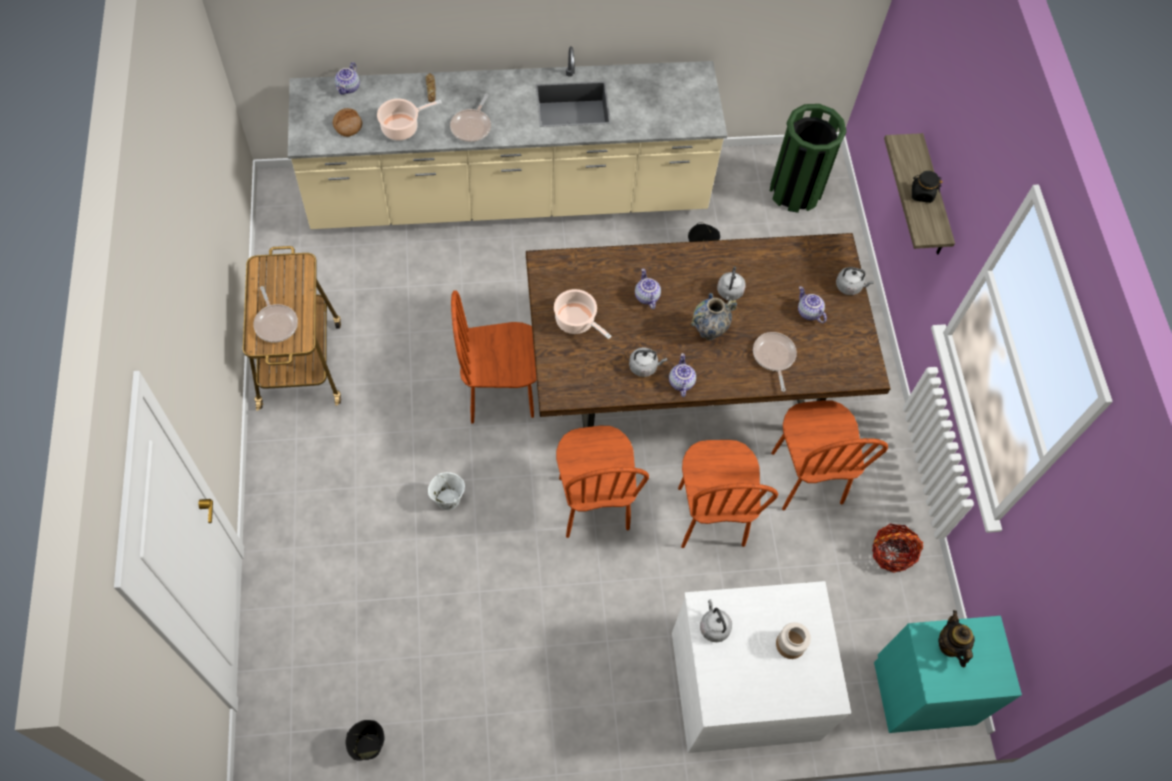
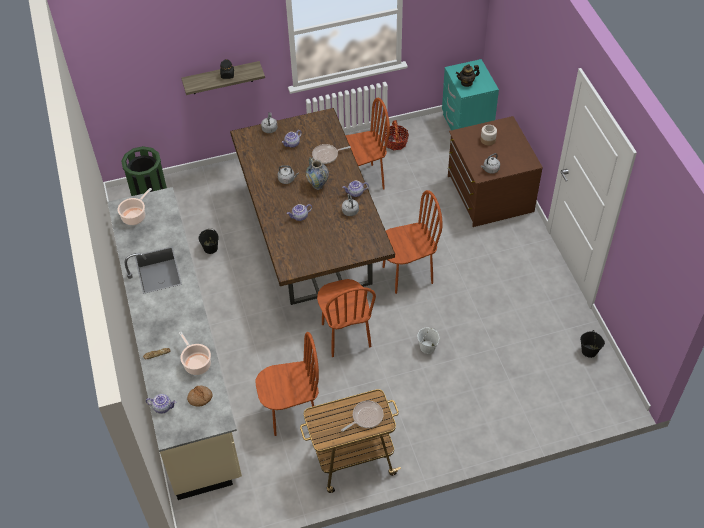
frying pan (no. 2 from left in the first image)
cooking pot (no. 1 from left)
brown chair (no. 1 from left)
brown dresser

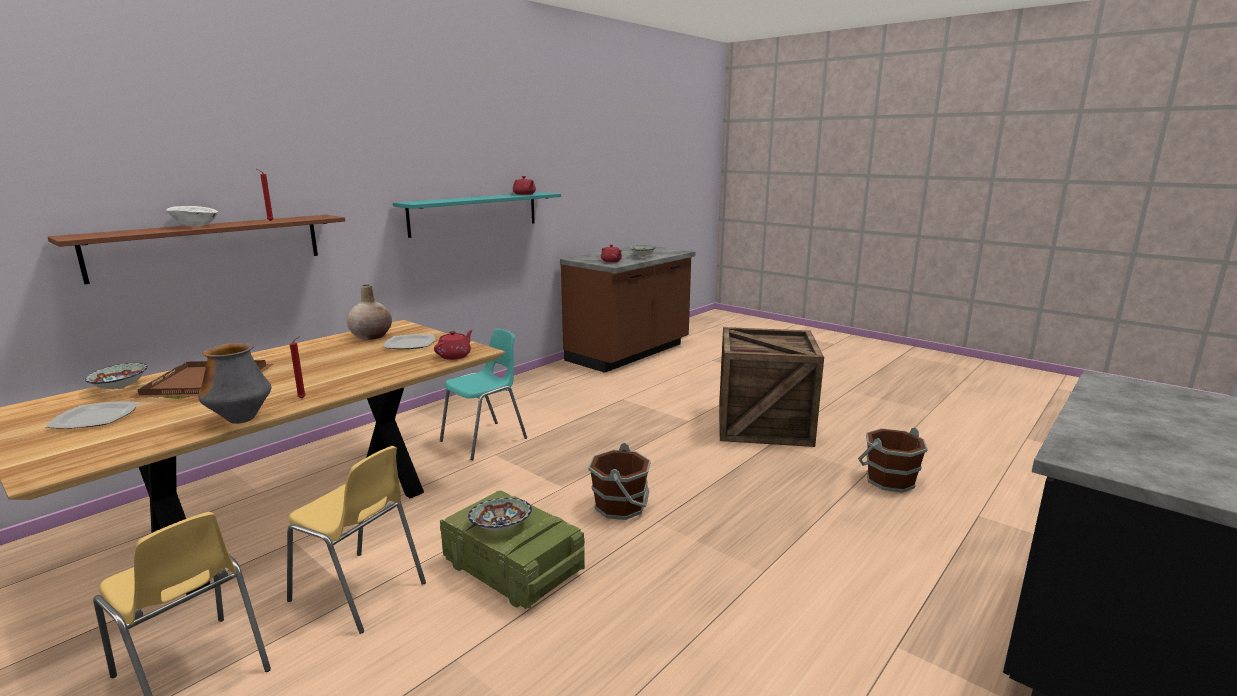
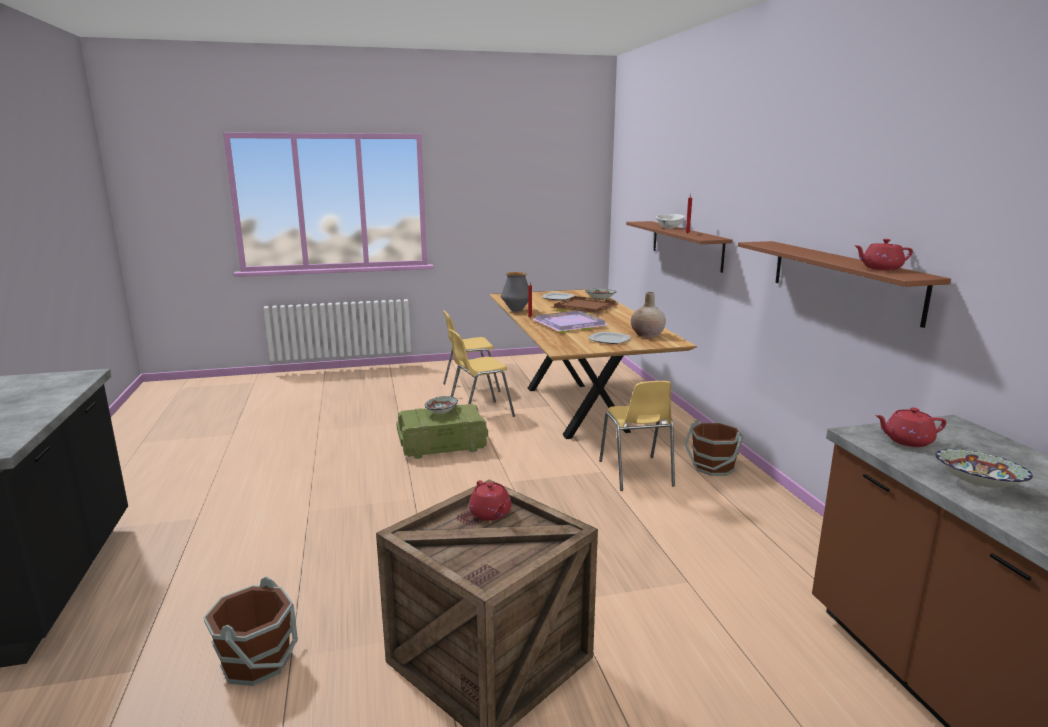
brown shelf (no. 2 from left)
yellow chair (no. 3 from left)
red teapot (no. 1 from left)
brown bucket (no. 2 from left)
purple tray

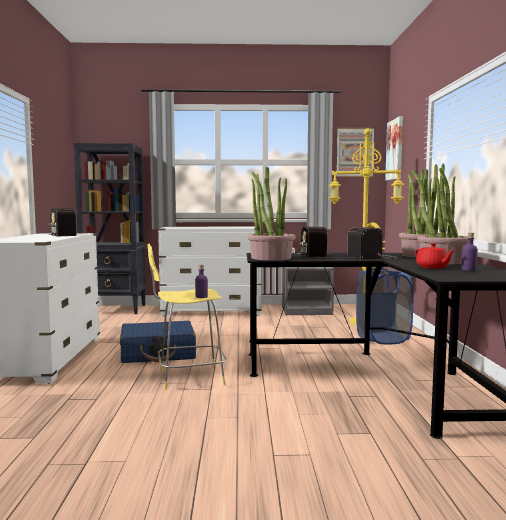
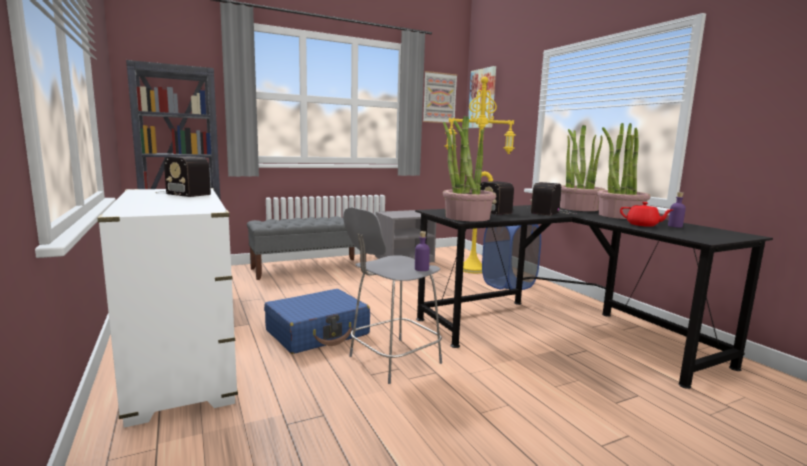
grey bench
grey stool

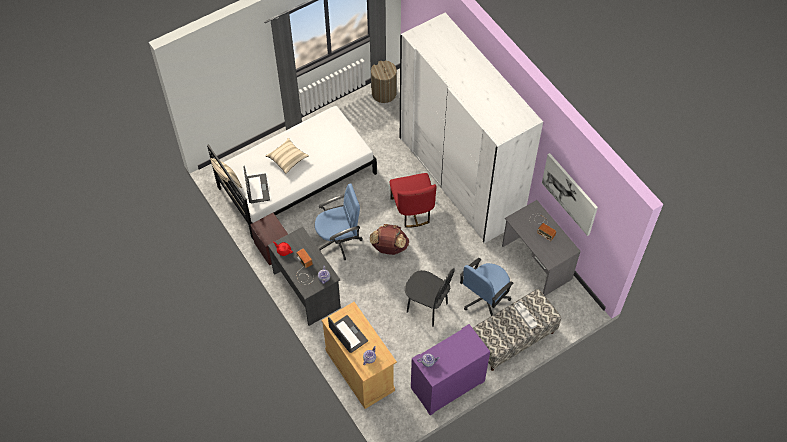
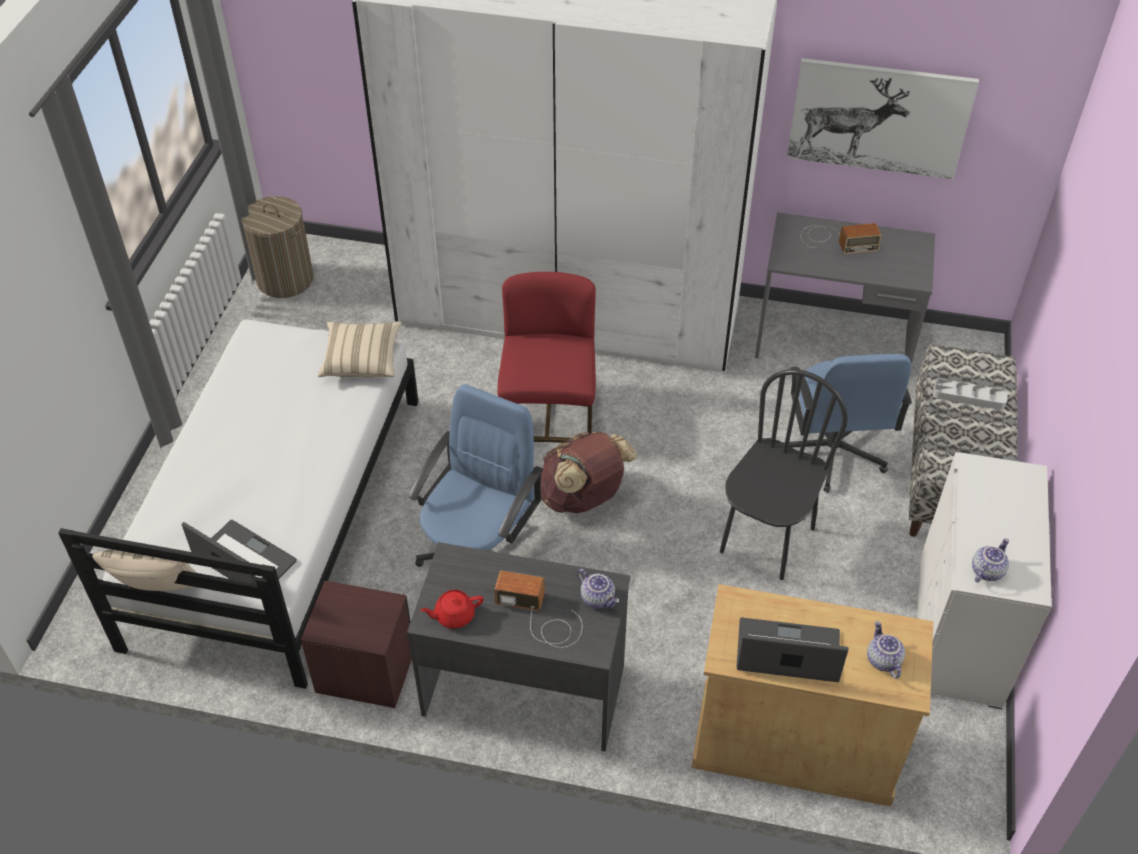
beige pillow (no. 2 from left)
red chair
black chair
white dresser

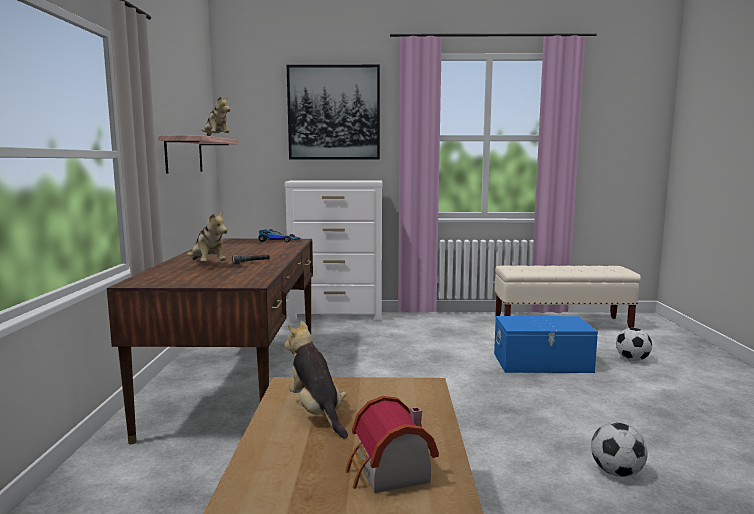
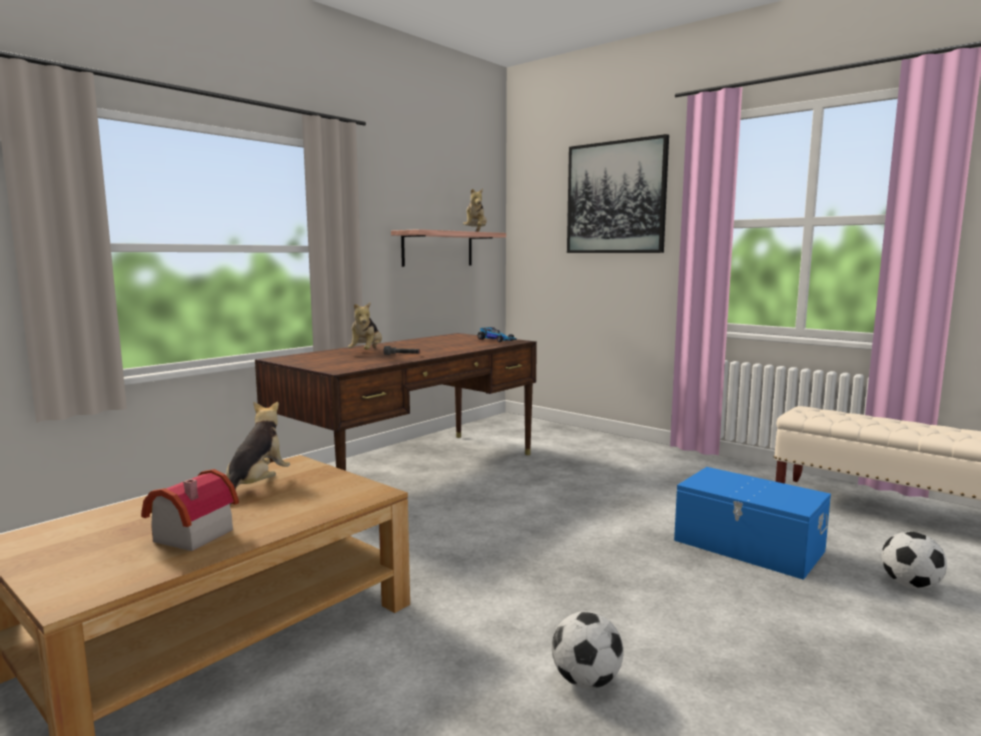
white dresser

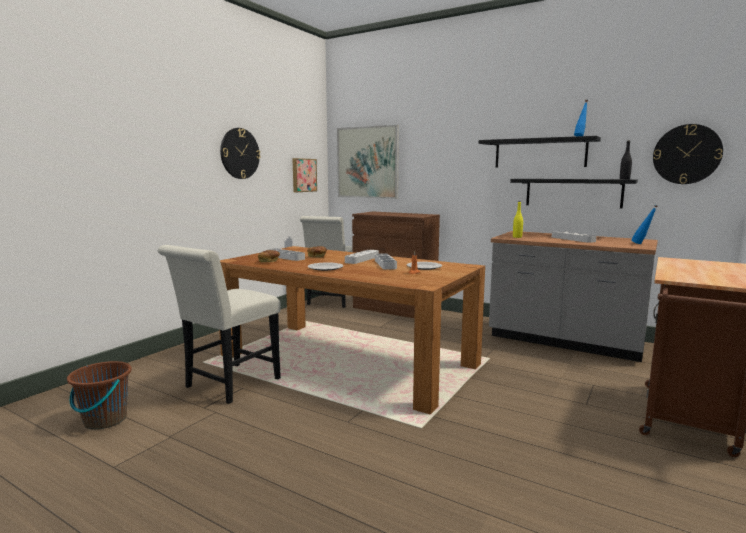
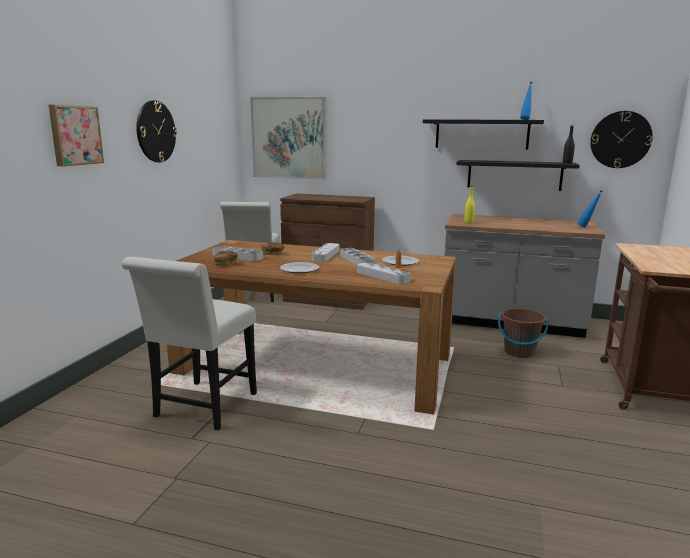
picture (no. 1 from left)
grey tray (no. 4 from left)
brown bucket

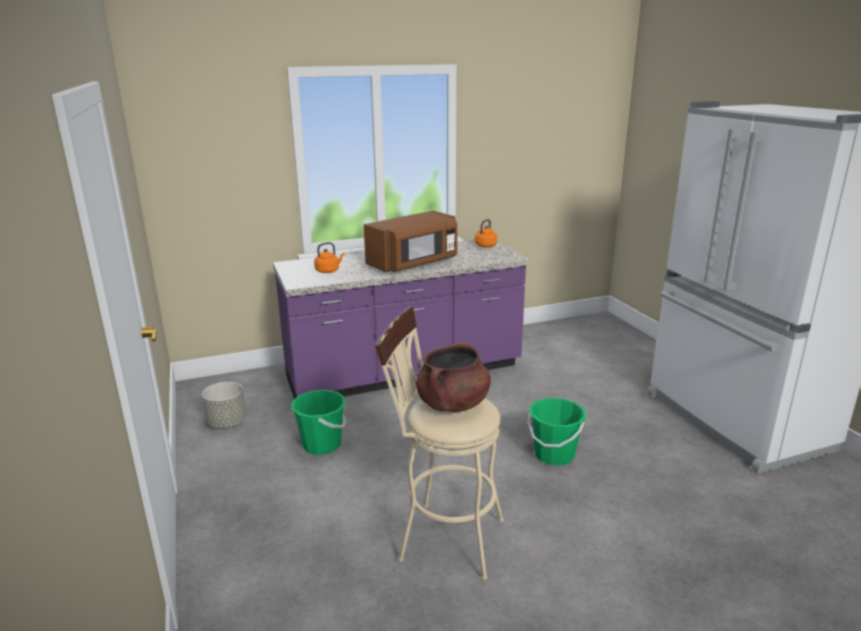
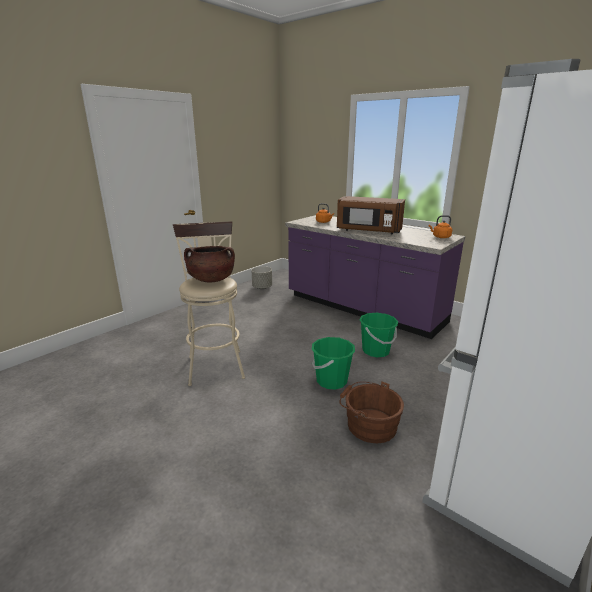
green bucket (no. 2 from left)
brown bucket

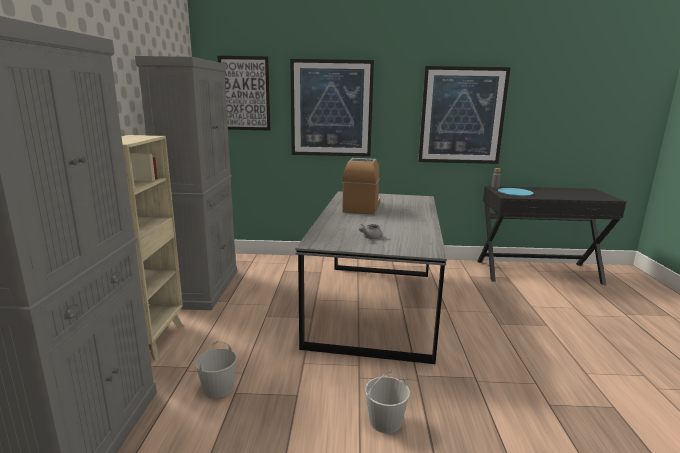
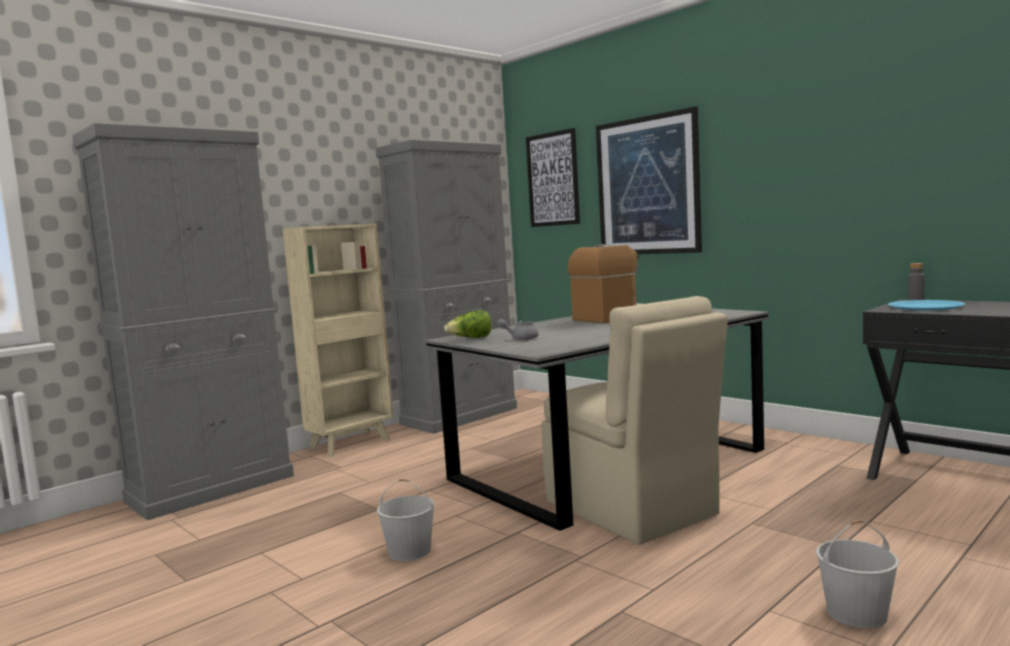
picture (no. 3 from left in the first image)
white bucket (no. 2 from left)
beige chair
lettuce

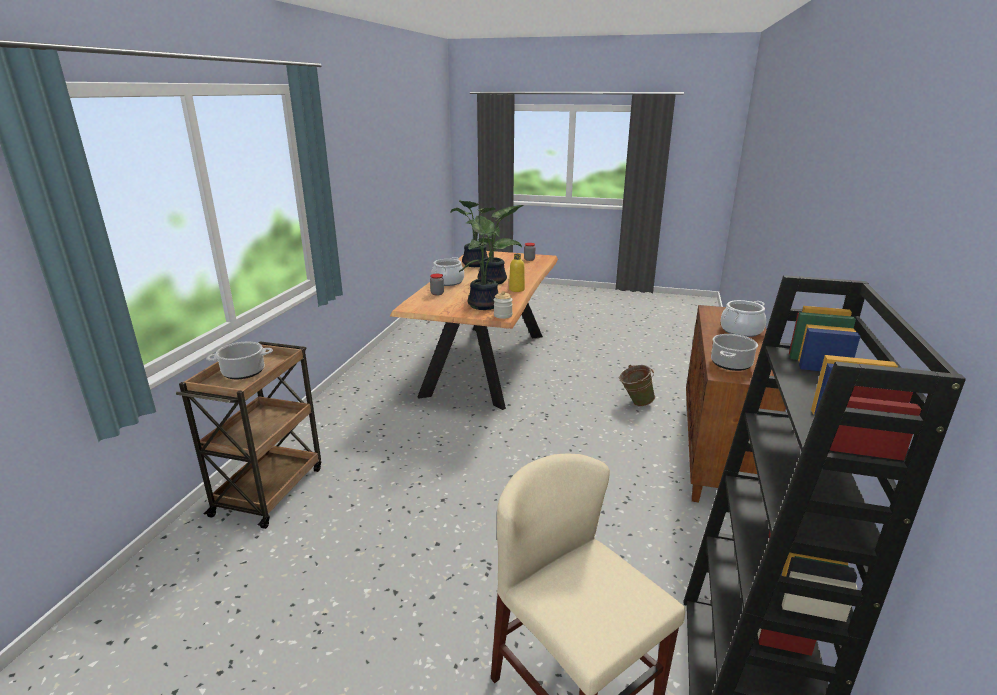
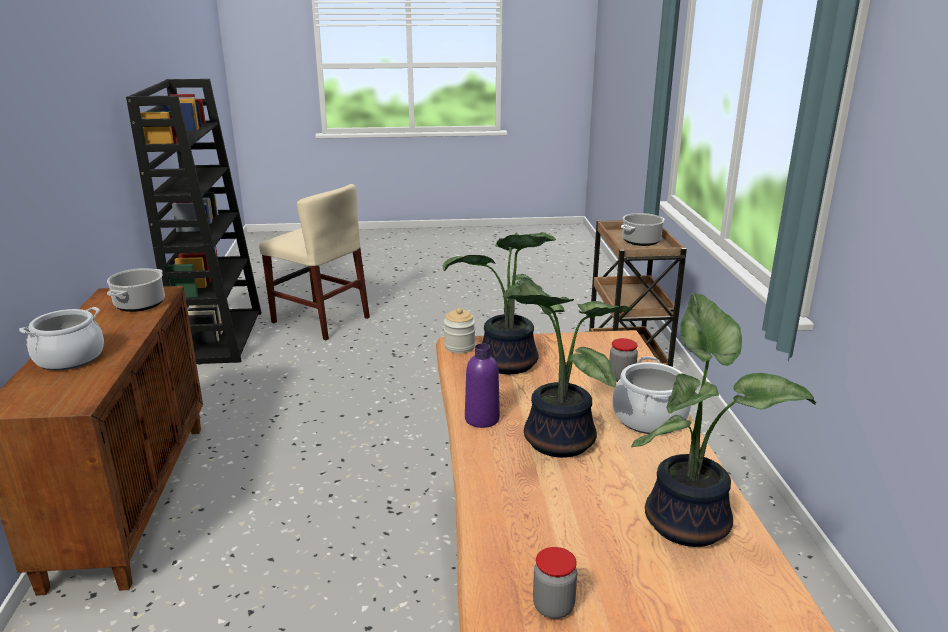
purple bottle
green bucket

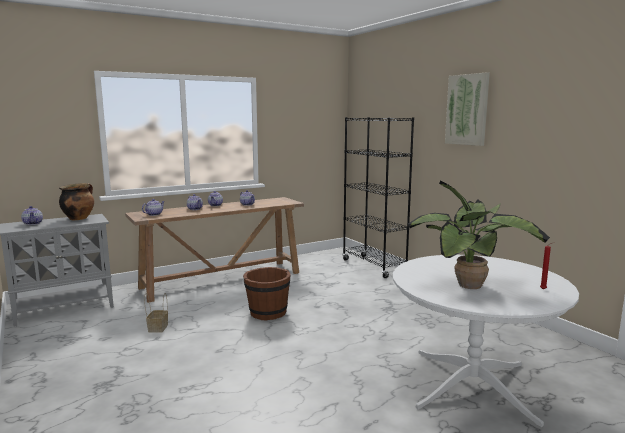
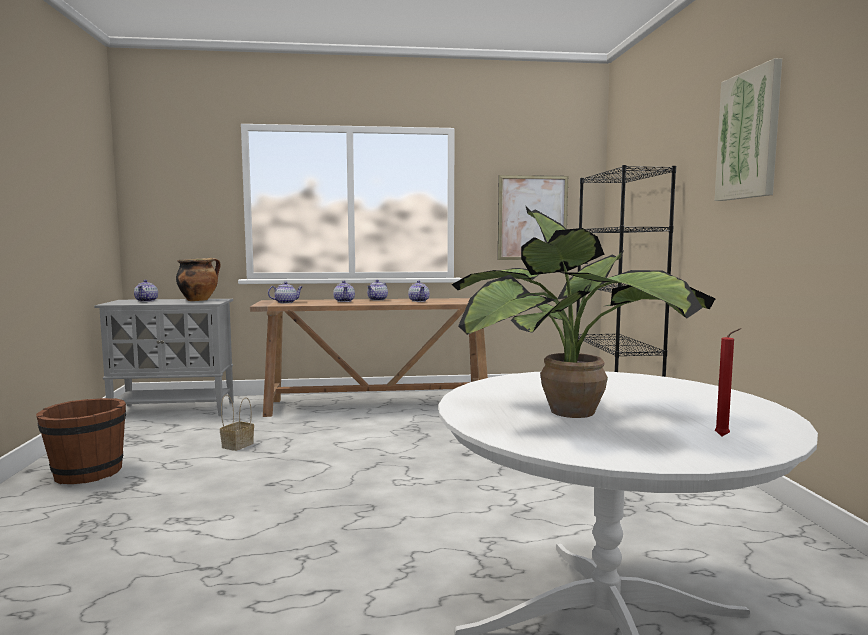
brown bucket
picture (no. 1 from left)

